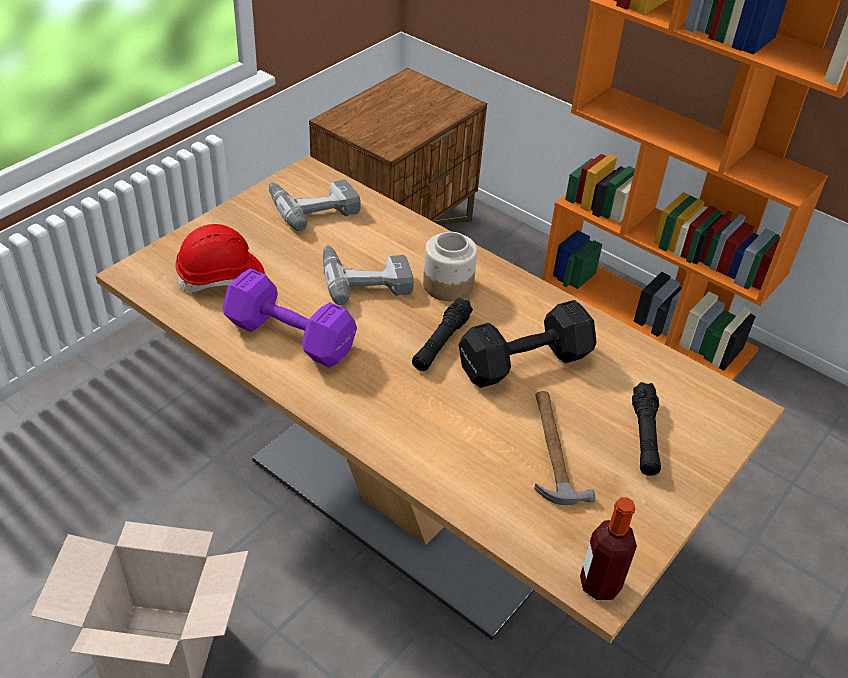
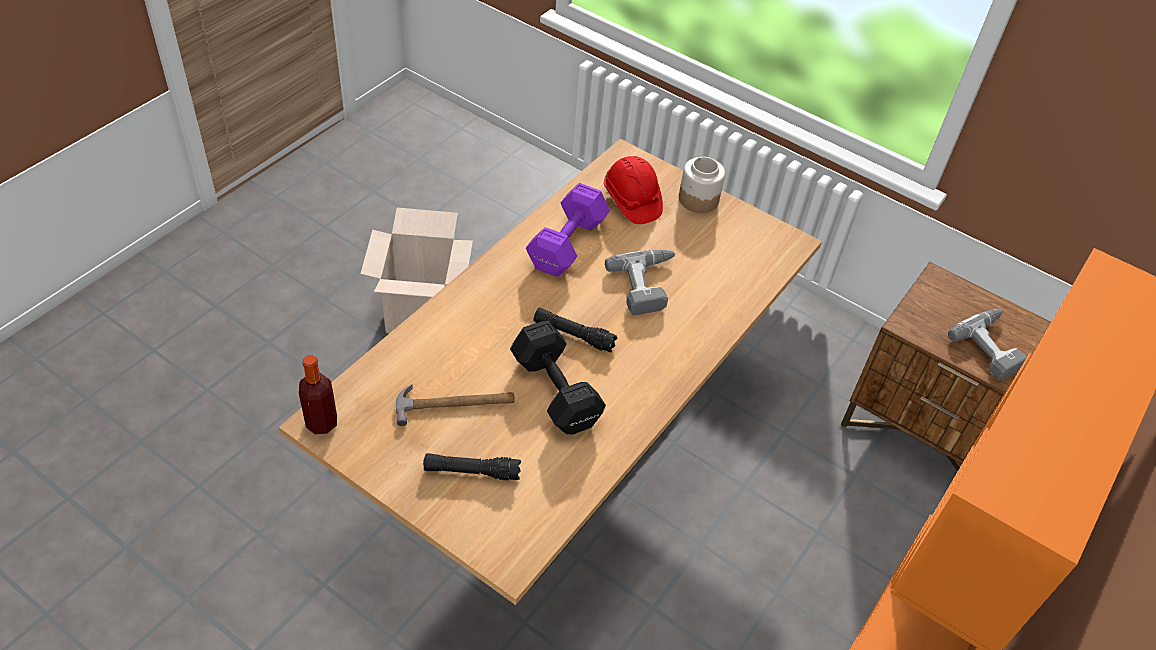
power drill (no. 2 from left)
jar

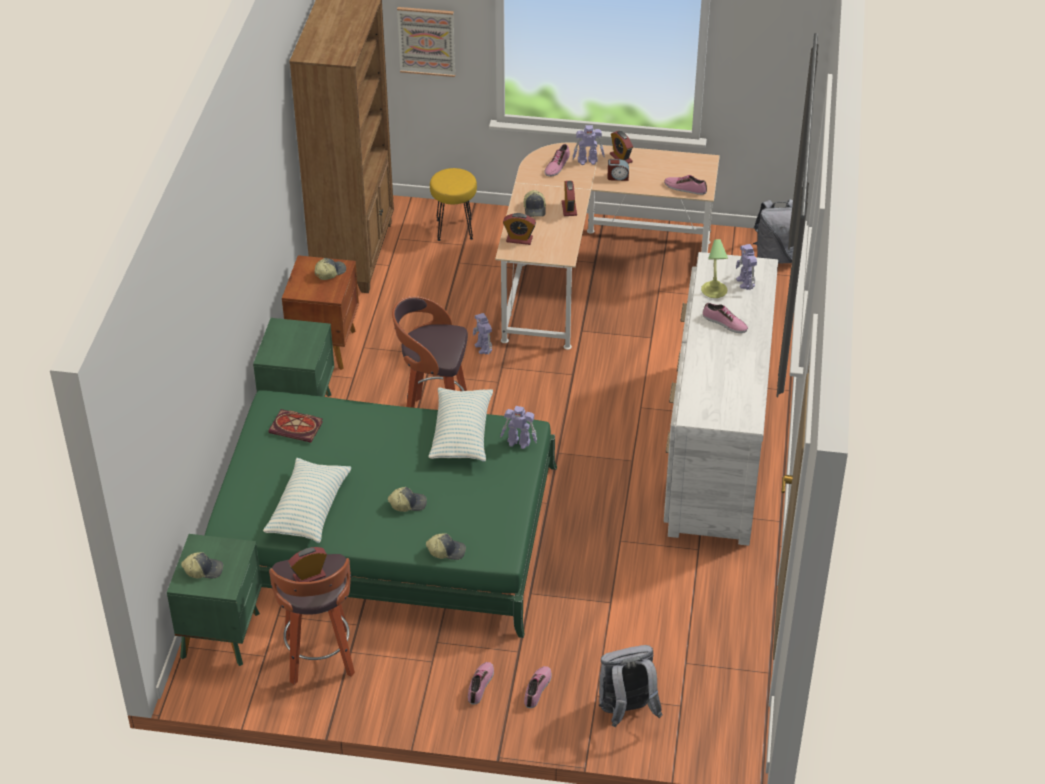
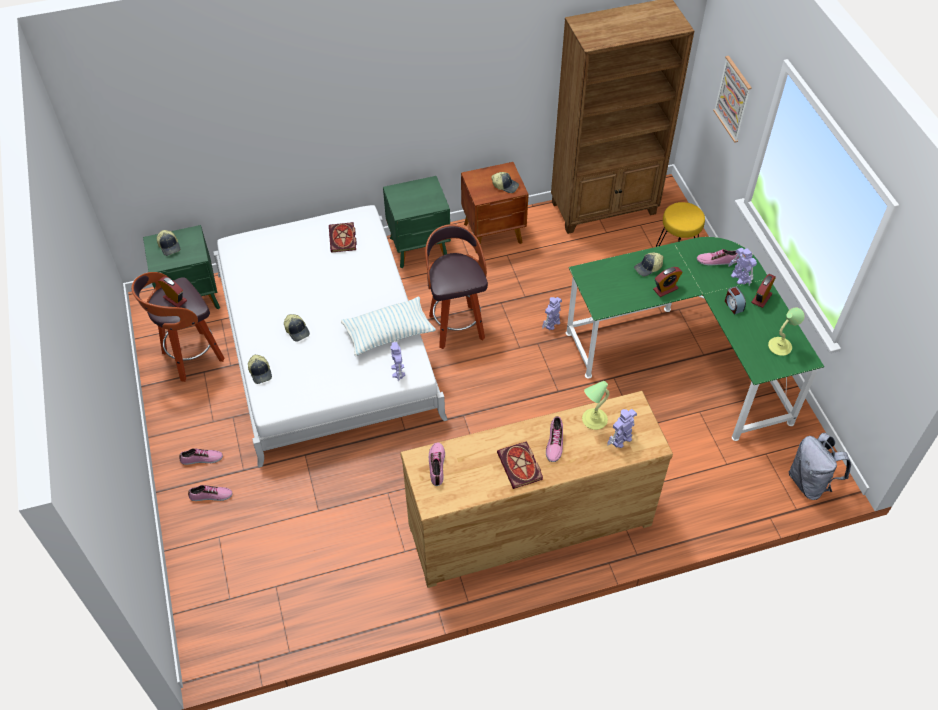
green desk
shoe (no. 3 from left)
alarm clock (no. 2 from left in the first image)
brown dresser
white bed
pillow (no. 1 from left in the first image)
grey backpack (no. 1 from left in the first image)
table lamp (no. 2 from left)
book (no. 2 from left)

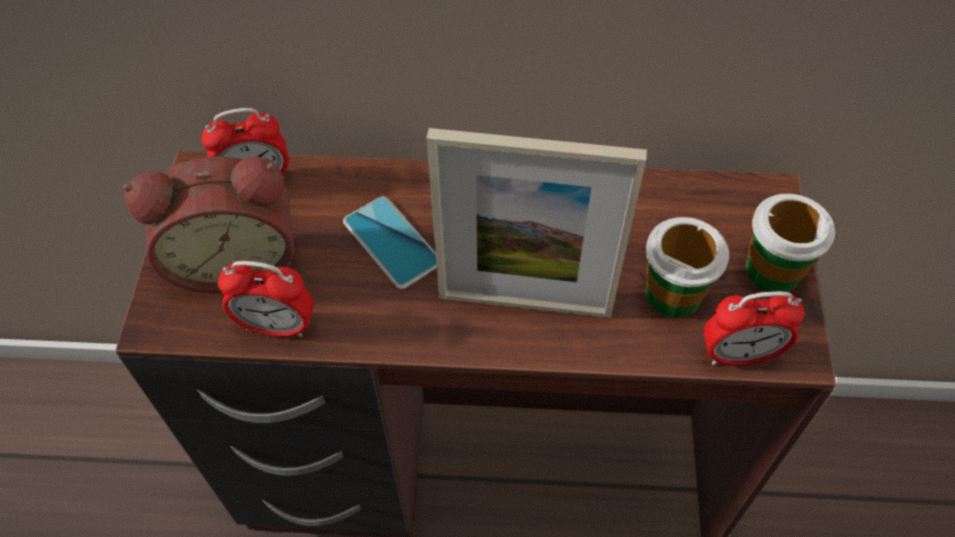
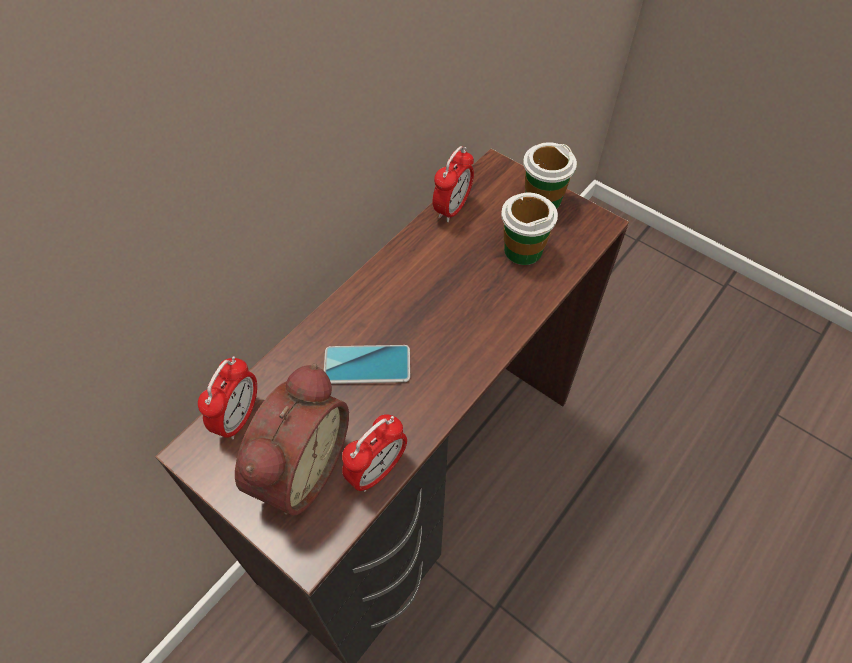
picture frame
alarm clock (no. 4 from left)

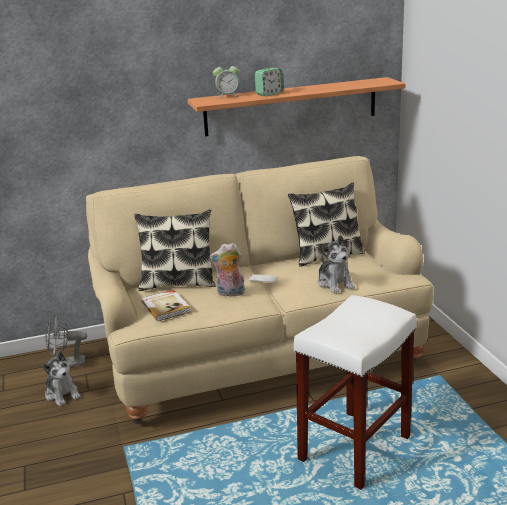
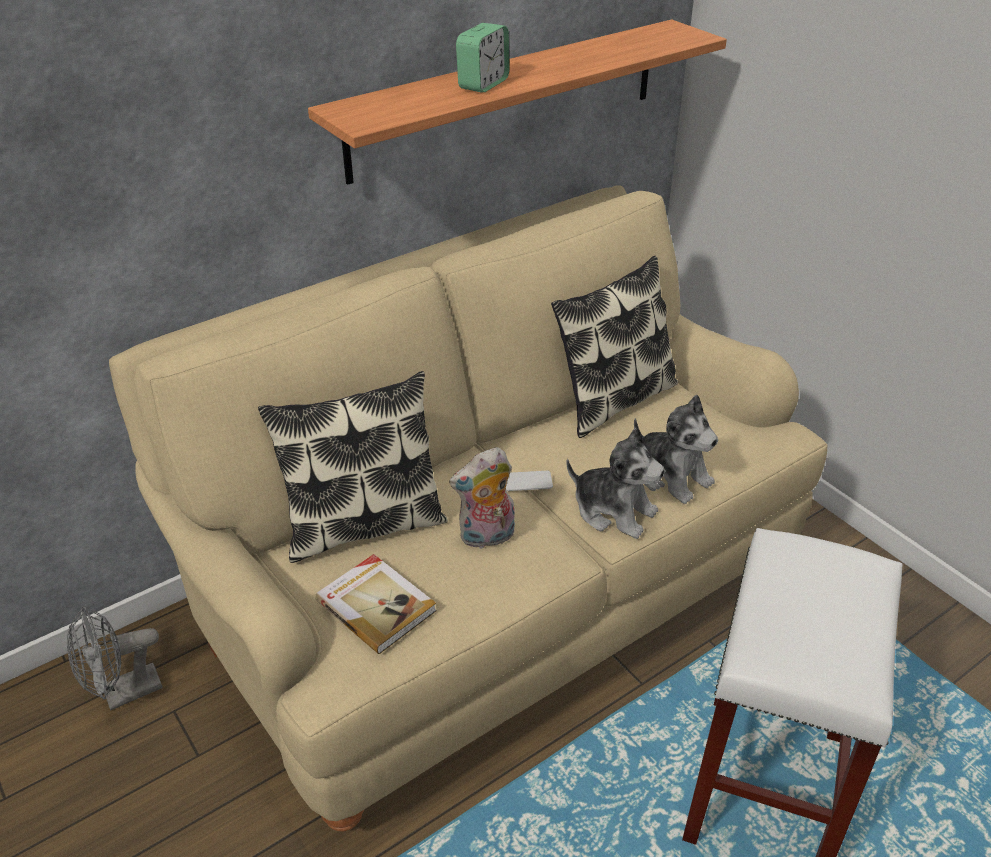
alarm clock (no. 1 from left in the first image)
plush toy (no. 2 from left)

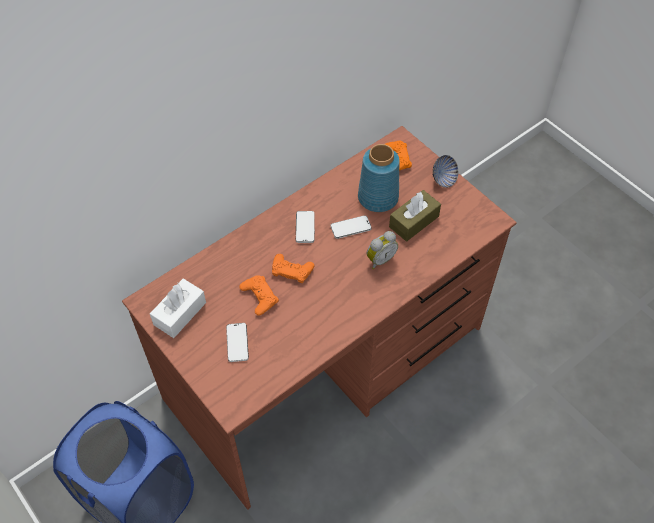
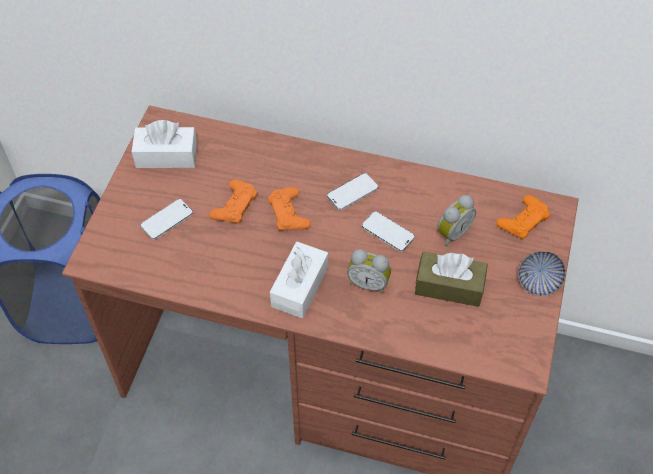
alarm clock (no. 2 from left)
white tissue box (no. 2 from left)

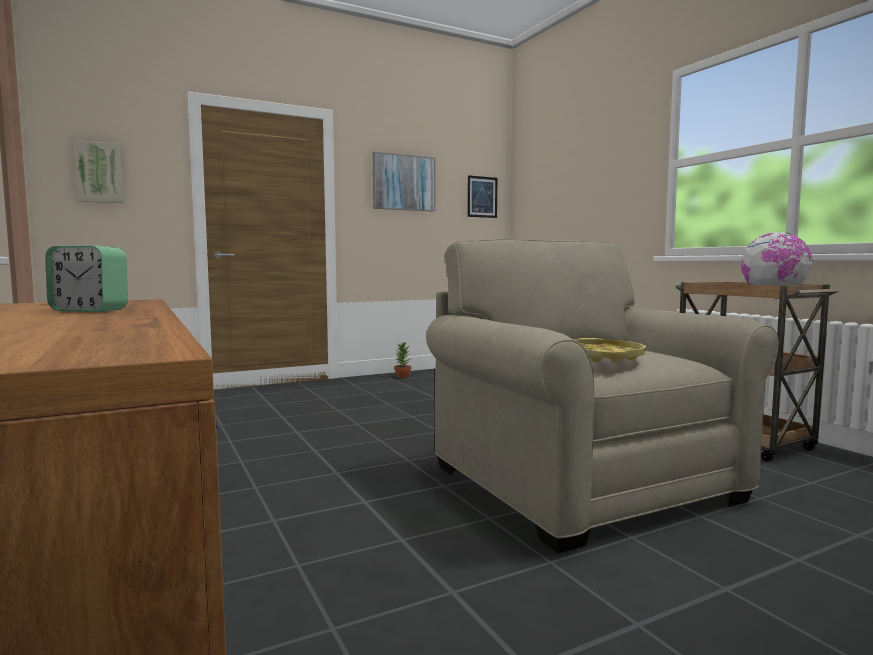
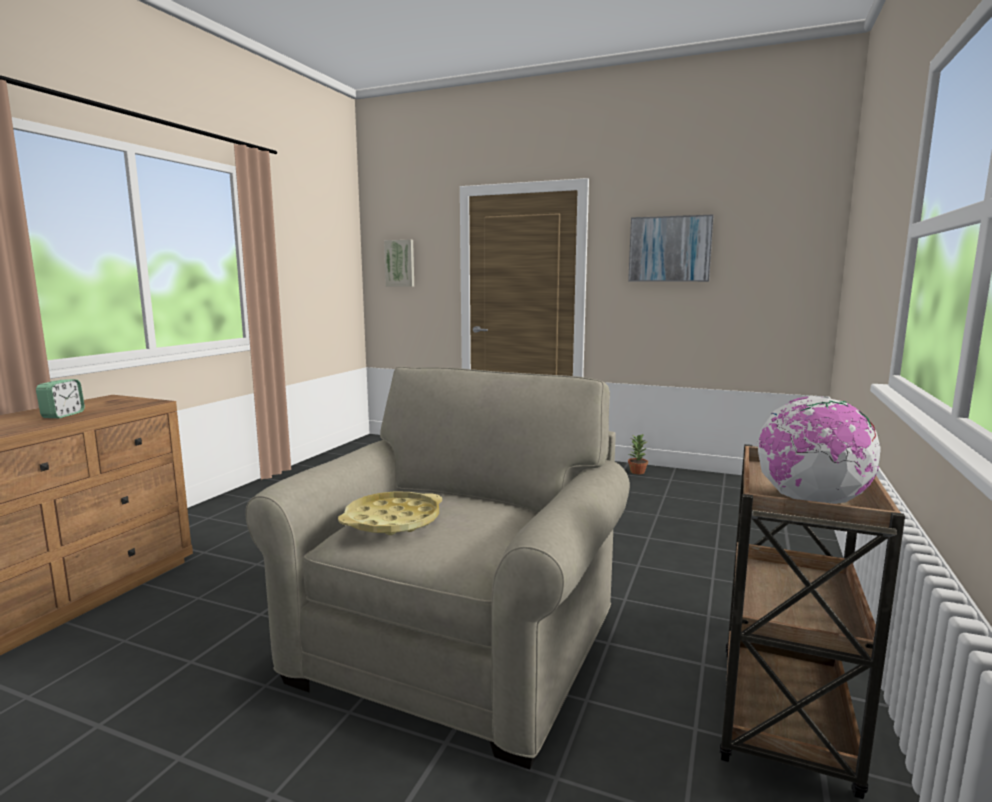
picture (no. 3 from left in the first image)
alarm clock

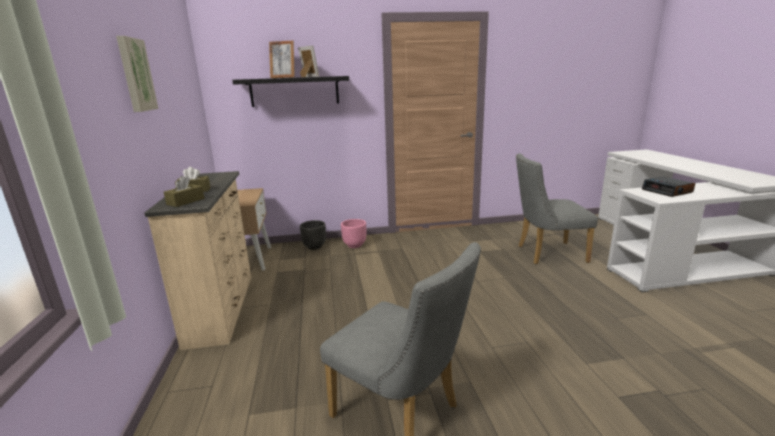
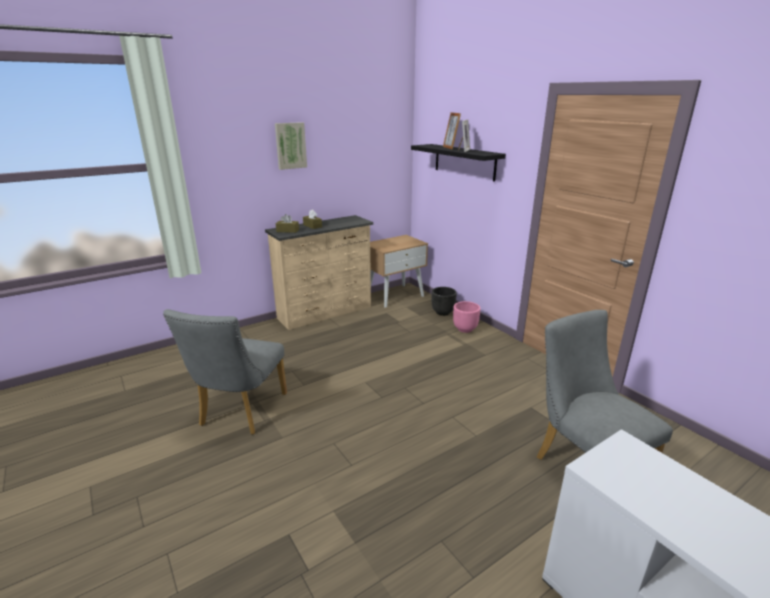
alarm clock

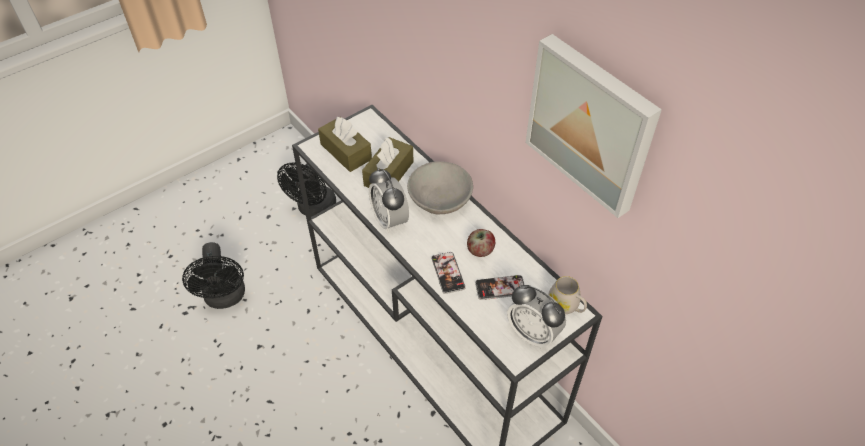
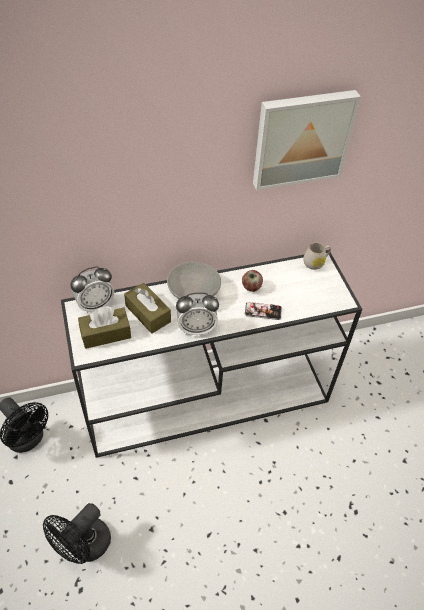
black fan (no. 2 from left)
phone (no. 2 from left in the first image)
alarm clock (no. 1 from left)

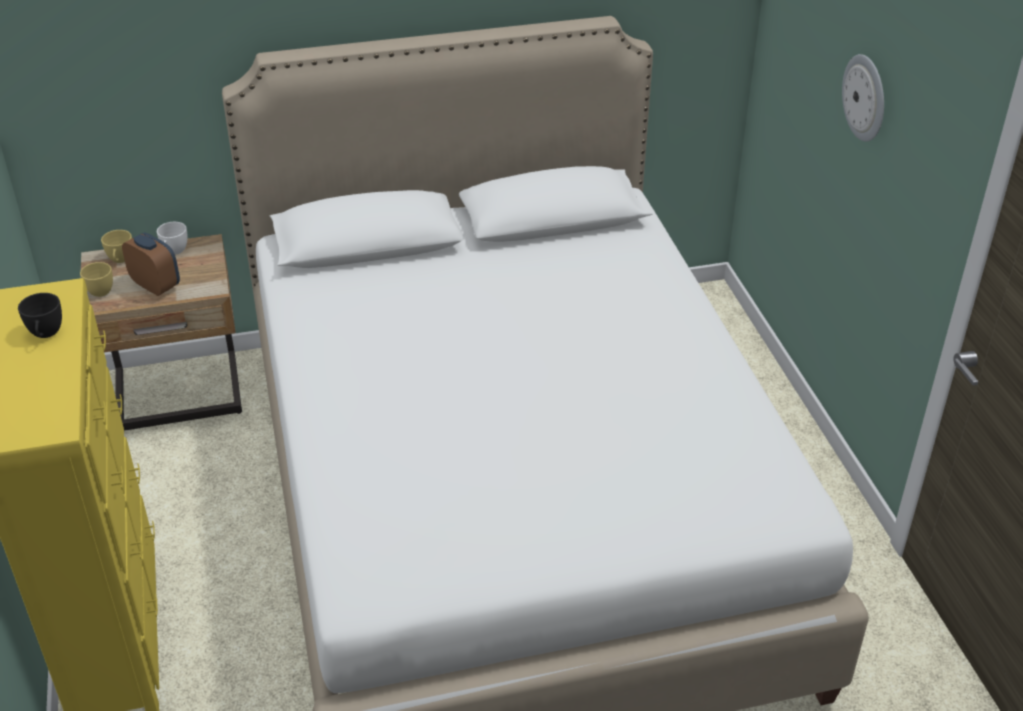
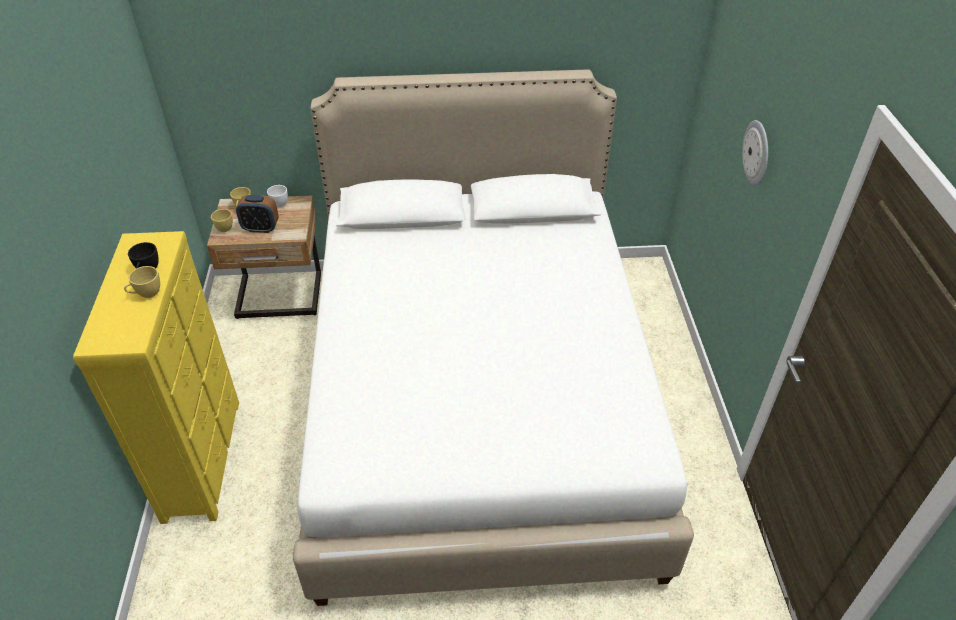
alarm clock
yellow cup (no. 1 from left)

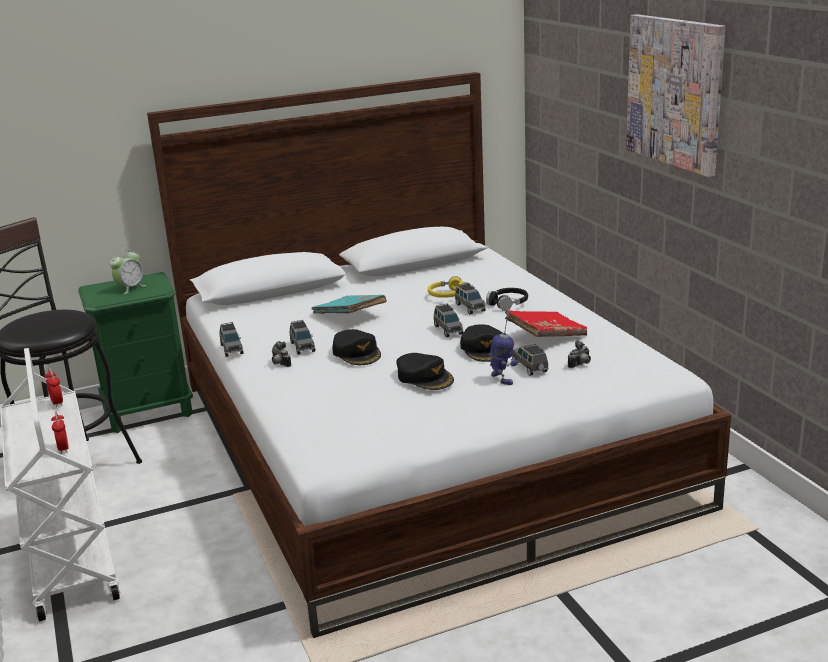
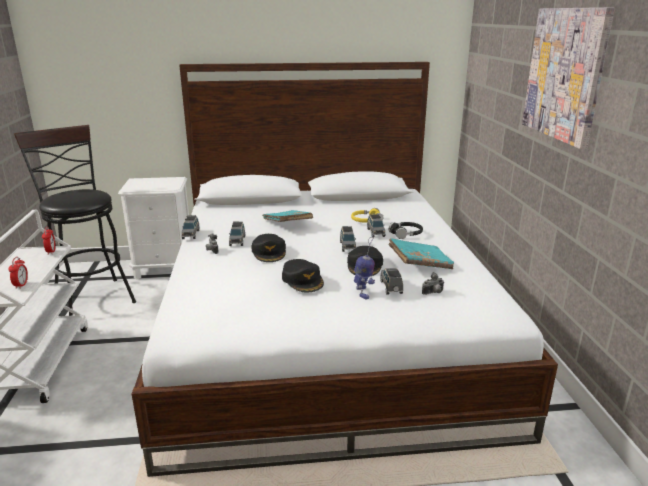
alarm clock (no. 3 from left in the first image)
white nightstand
turquoise book (no. 2 from left)

